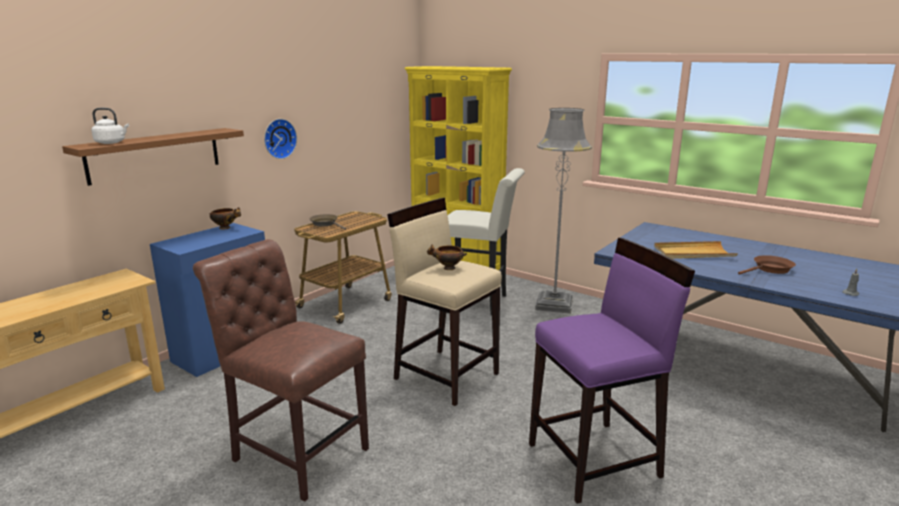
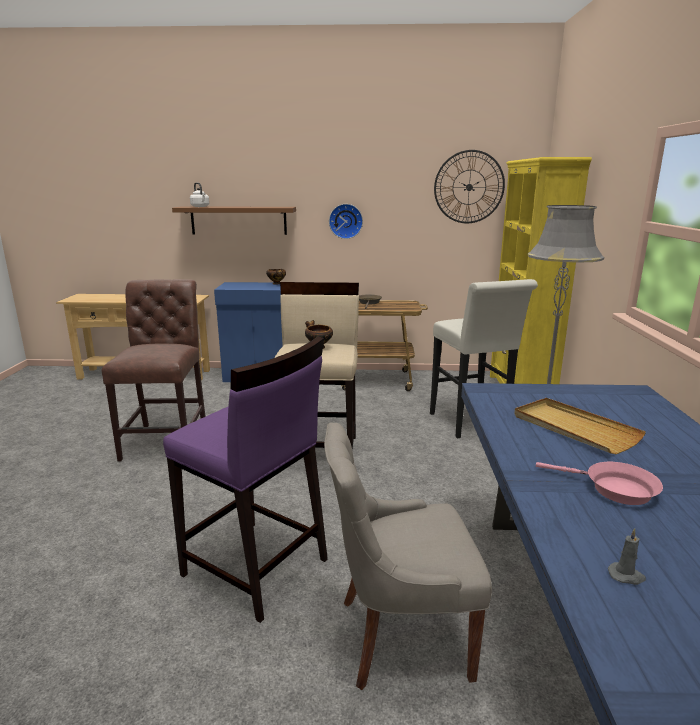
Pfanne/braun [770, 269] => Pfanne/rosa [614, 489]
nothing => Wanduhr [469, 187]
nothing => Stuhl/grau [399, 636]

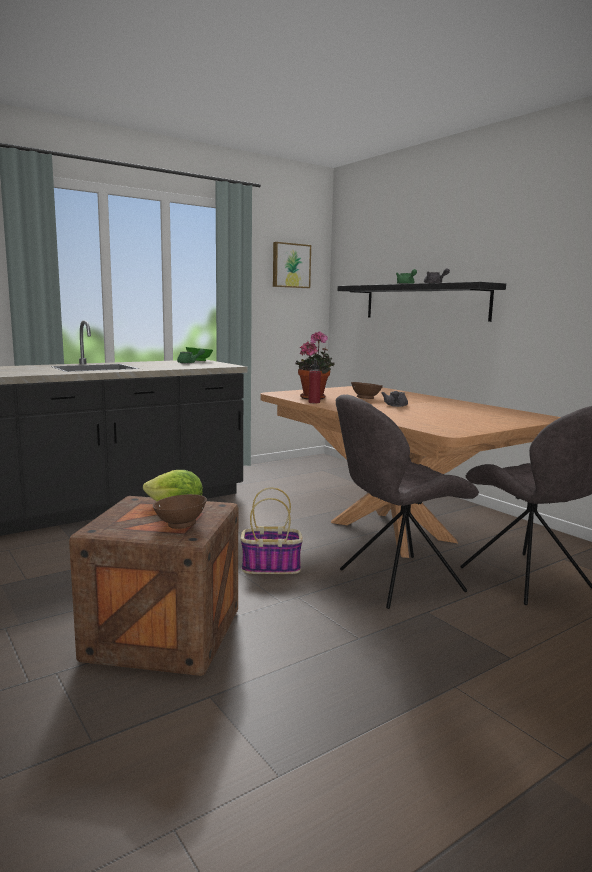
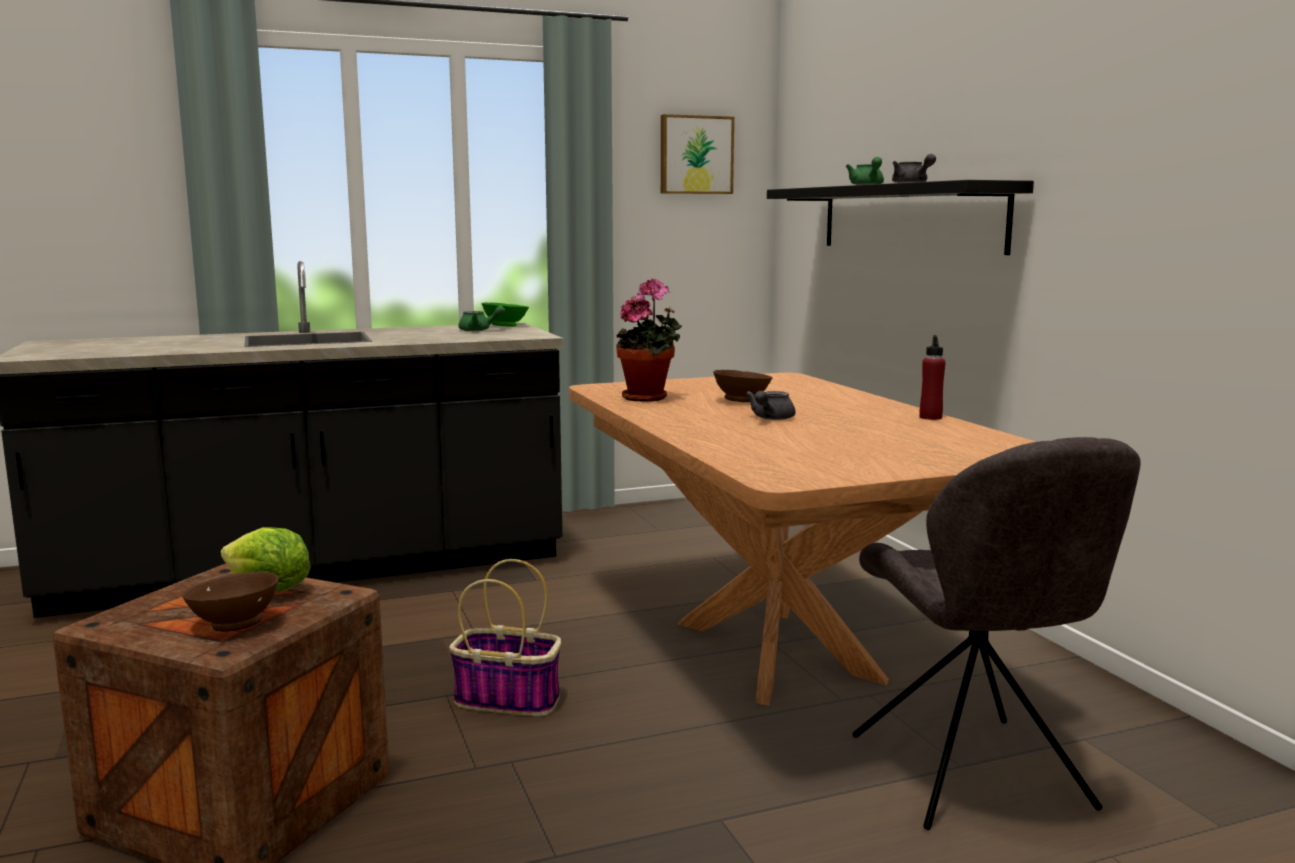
Flasche/rot [314, 402] => Flasche/rot [930, 417], move
Stuhl/grau [396, 581] => nothing

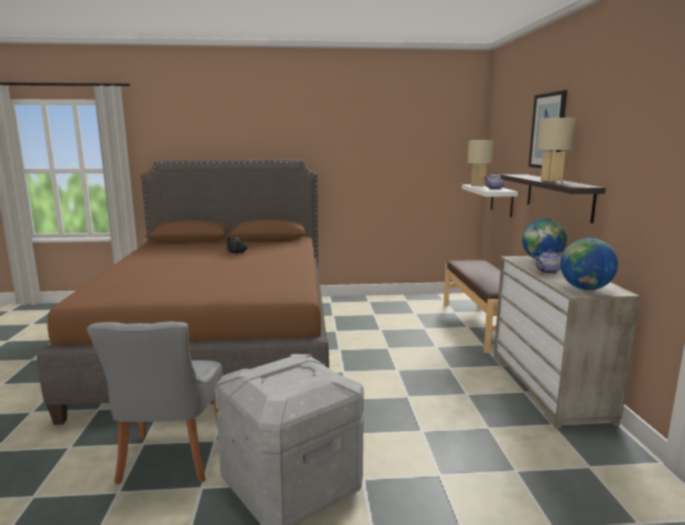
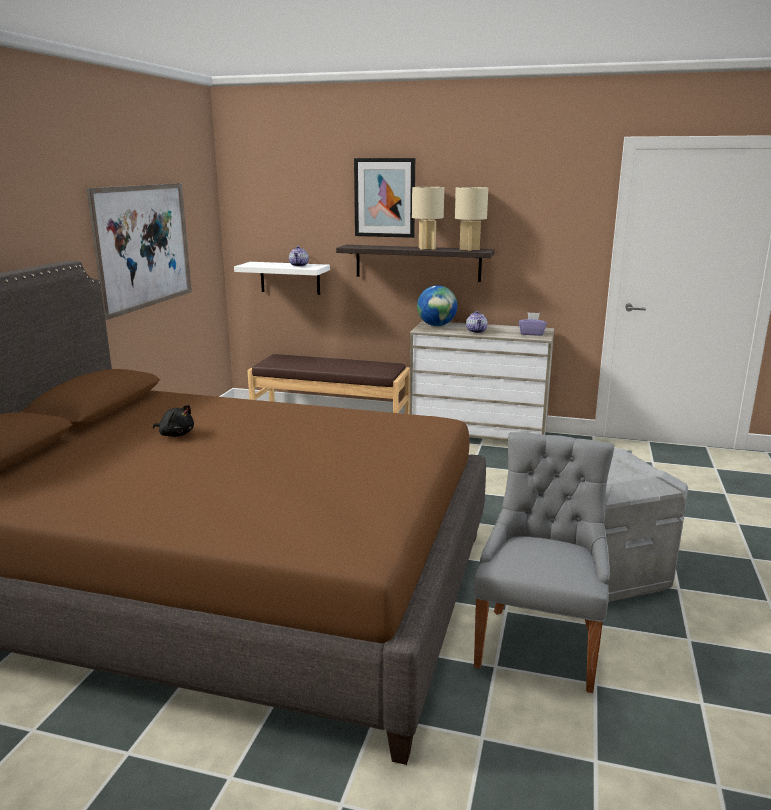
Tischlampe/beige [477, 185] => Tischlampe/beige [469, 249], move
Globus [585, 289] => Taschentuchbox/lila [532, 333]
Stuhl/grau [170, 460] => Stuhl/grau [539, 644], 90 degrees counterclockwise
nothing => Bild [144, 246]

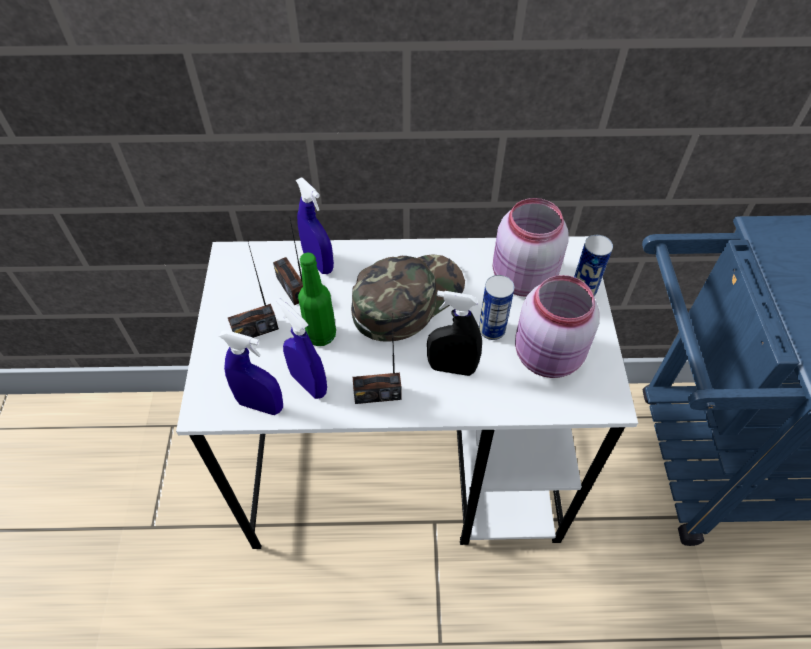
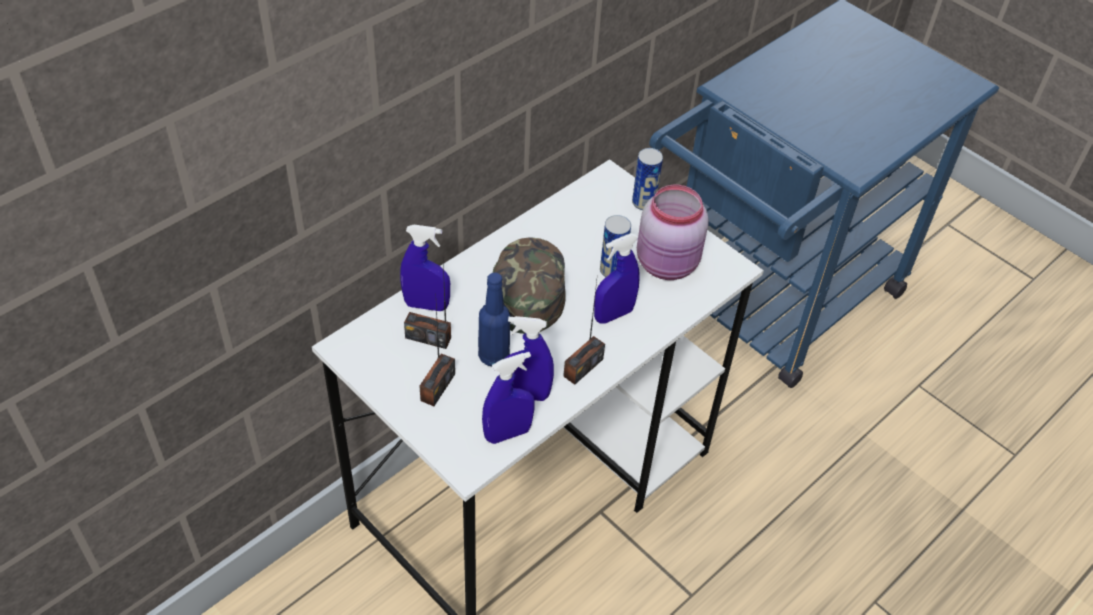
Vorratsglas/rosa [521, 279] => nothing
Flasche/grün [321, 335] => Flasche/blau [493, 356]
Sprühflasche/schwarz [451, 368] => Sprühflasche/blau [613, 315]

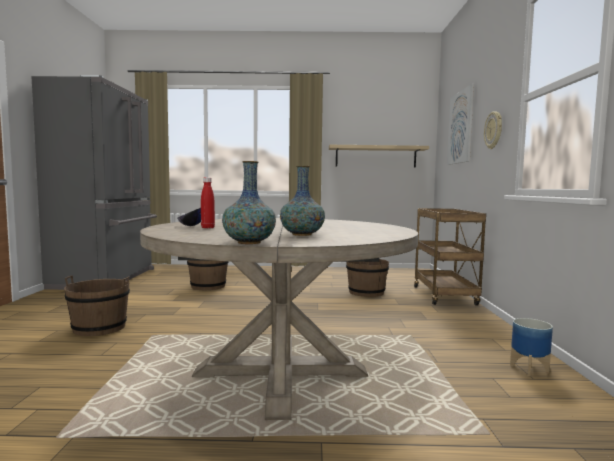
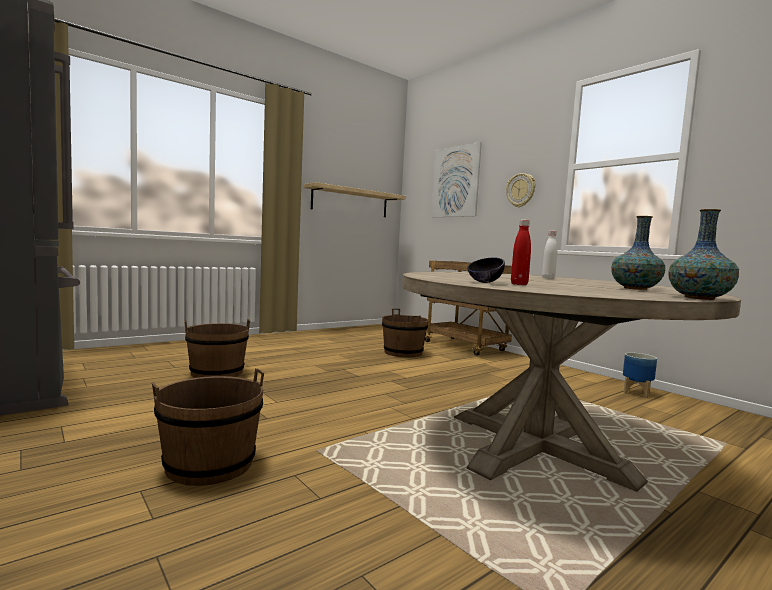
nothing => Flasche/weiß [548, 278]

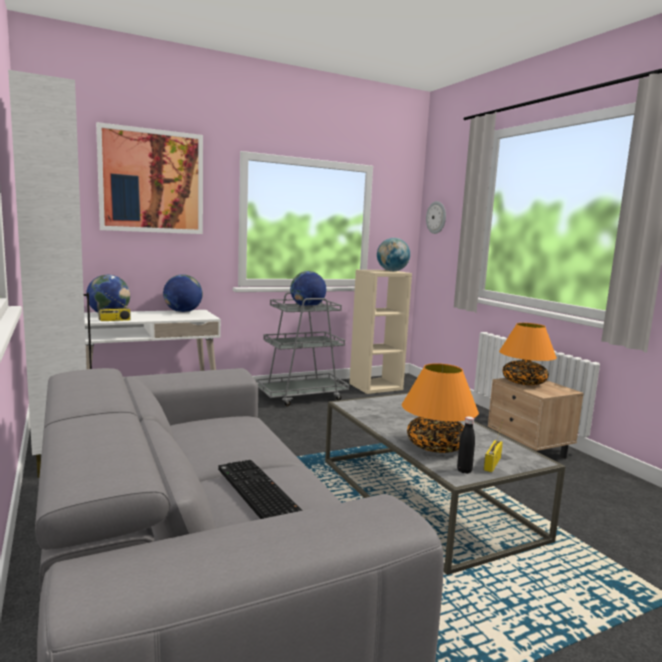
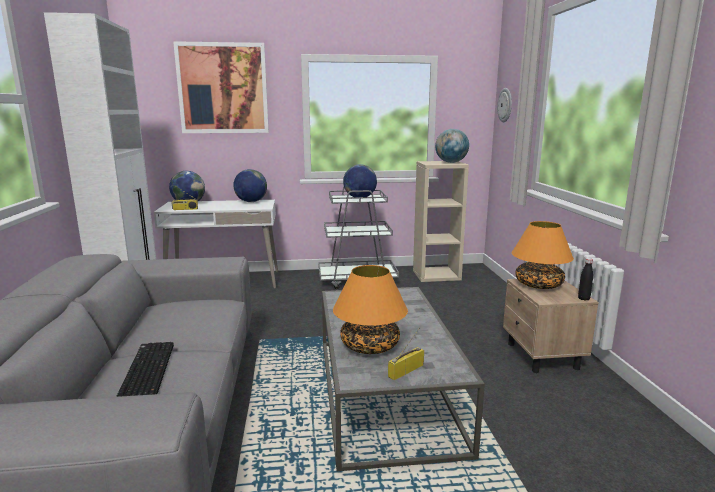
Flasche/schwarz [464, 471] => Flasche/schwarz [583, 298], move

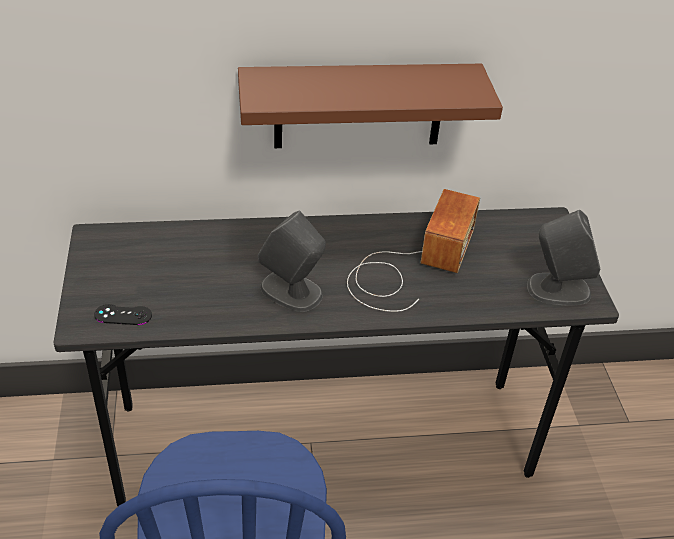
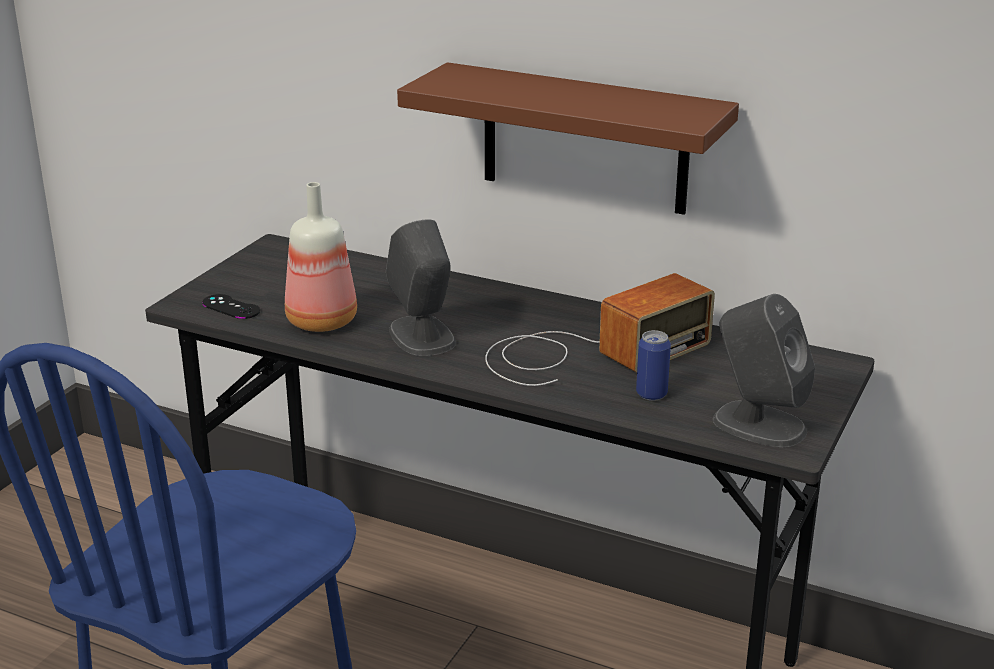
nothing => Flasche [319, 321]
nothing => Dose [651, 394]

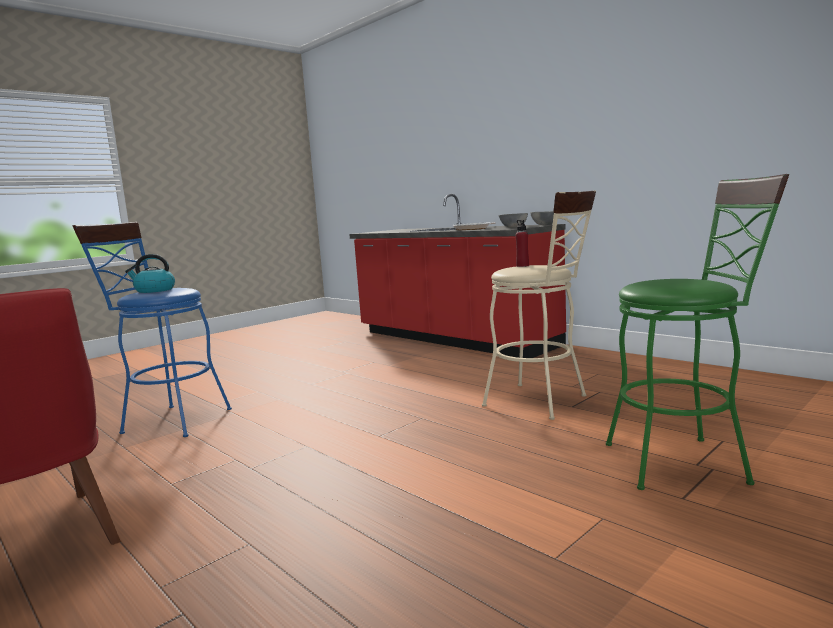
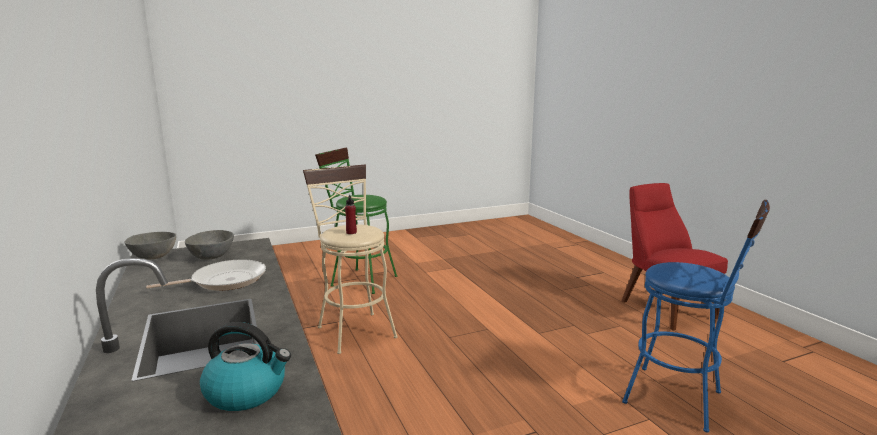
Wasserkessel [154, 290] => Wasserkessel [247, 392], move

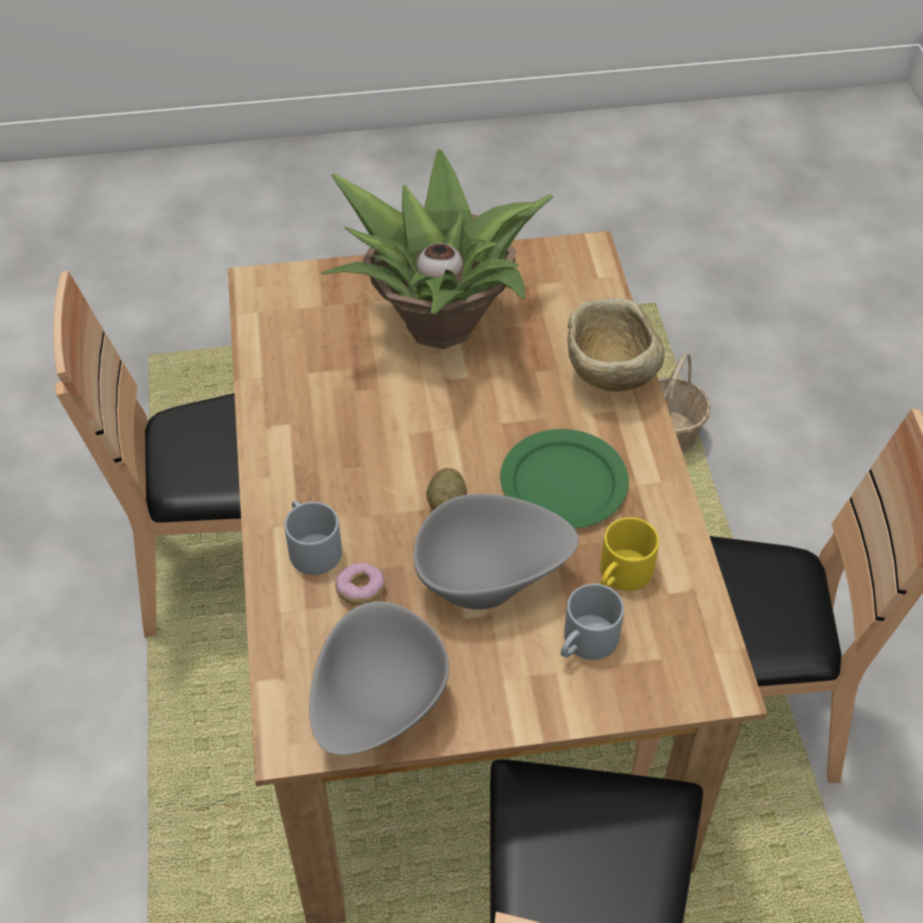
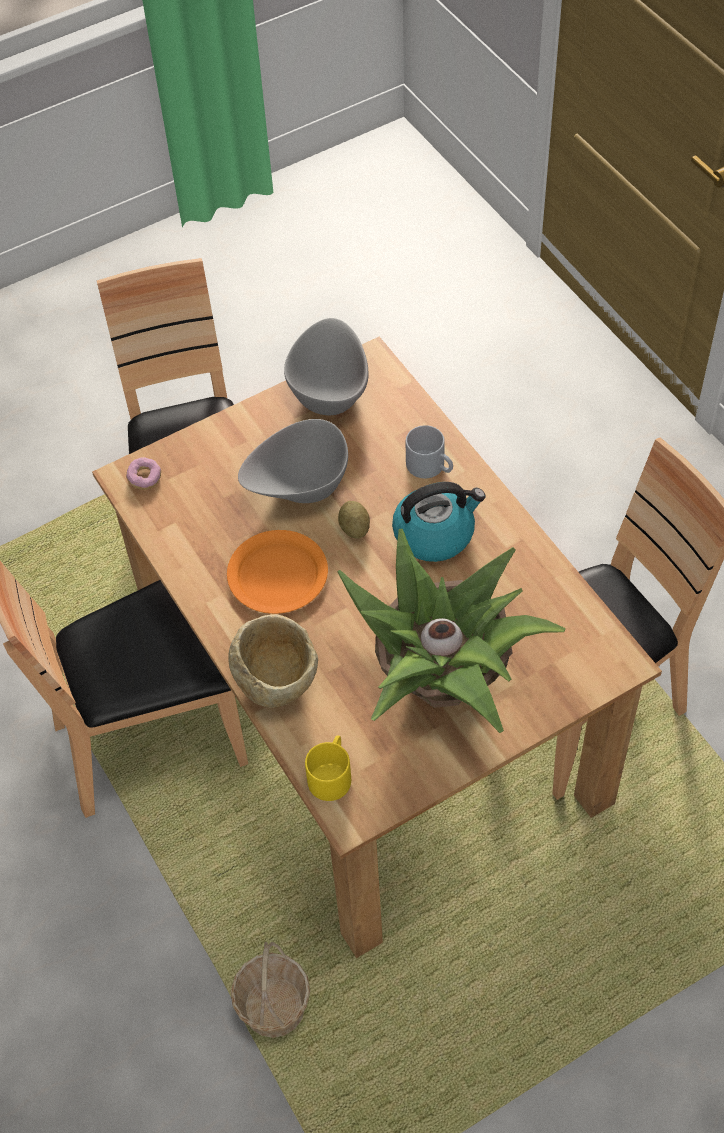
Teller/grün [564, 484] => Teller/orange [277, 574]
Henkelbecher/gelb [622, 576] => Henkelbecher/gelb [330, 774], move
Donut [360, 590] => Donut [145, 479], move
Henkelbecher/grau [586, 643] => nothing
nothing => Wasserkessel [435, 534]

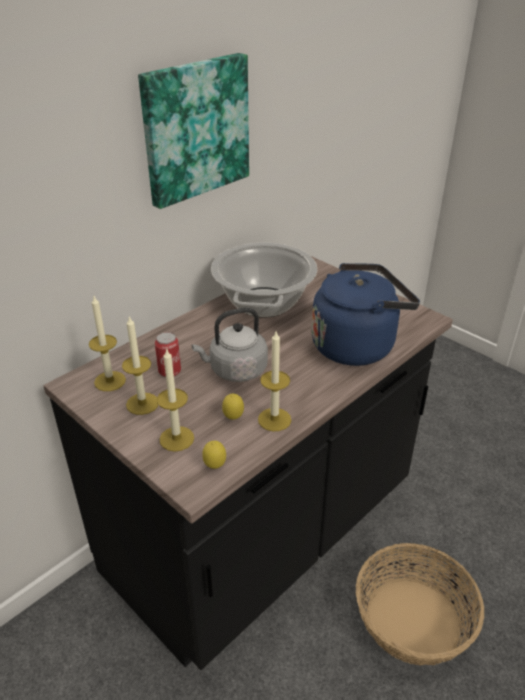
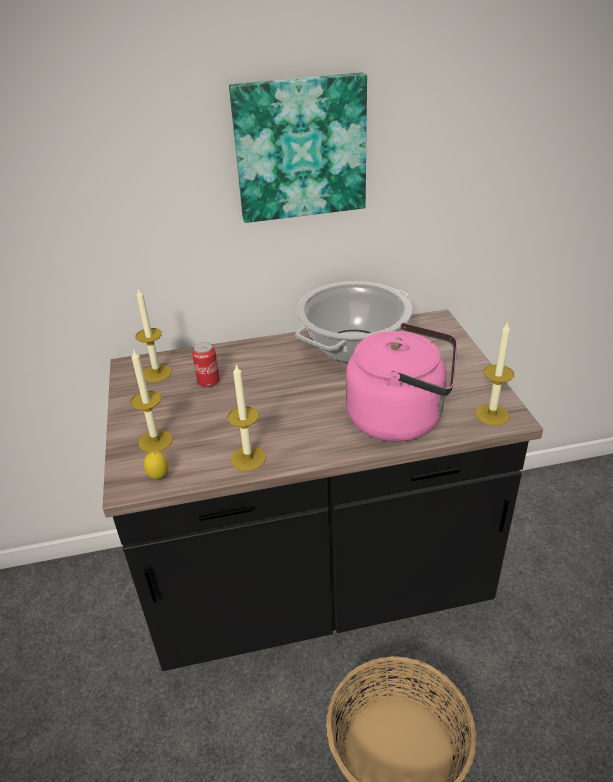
Wasserkessel/blau [357, 345] => Wasserkessel/rosa [401, 418]
Wasserkessel/grau [235, 371] => nothing
Kerze [142, 403] => Kerze [492, 414], move
Zitrone [233, 418] => nothing

